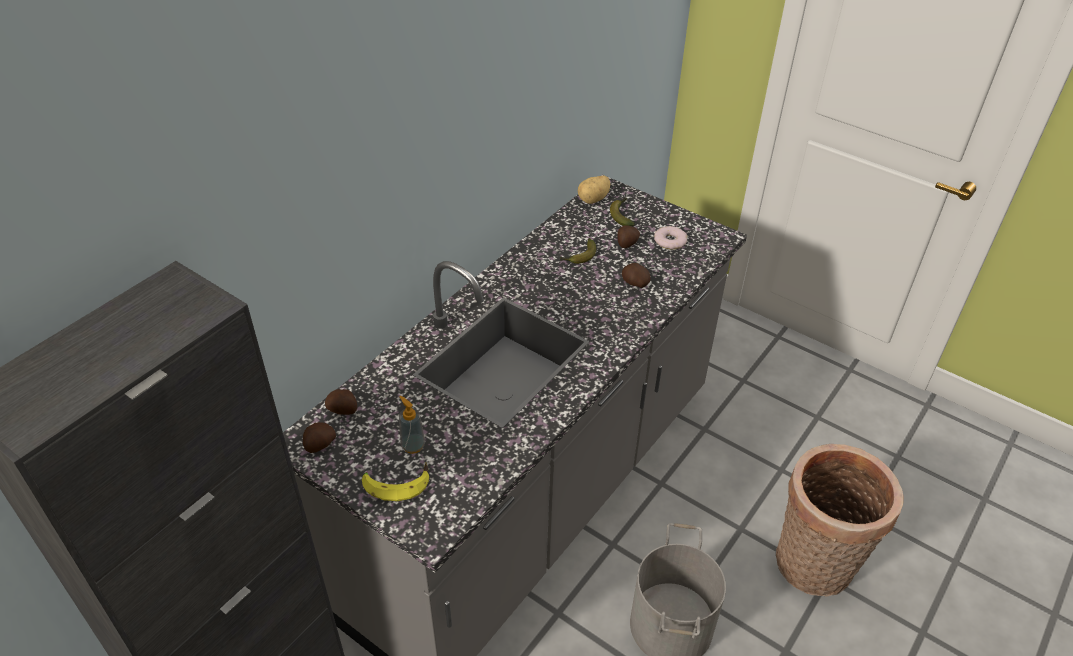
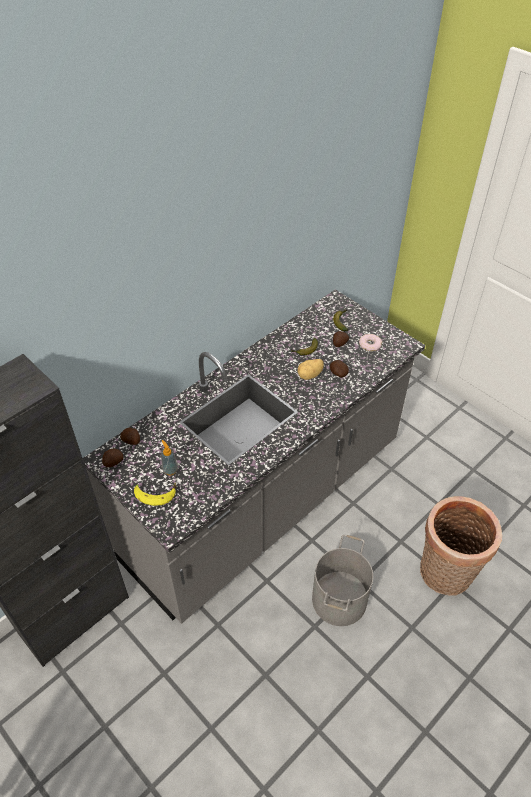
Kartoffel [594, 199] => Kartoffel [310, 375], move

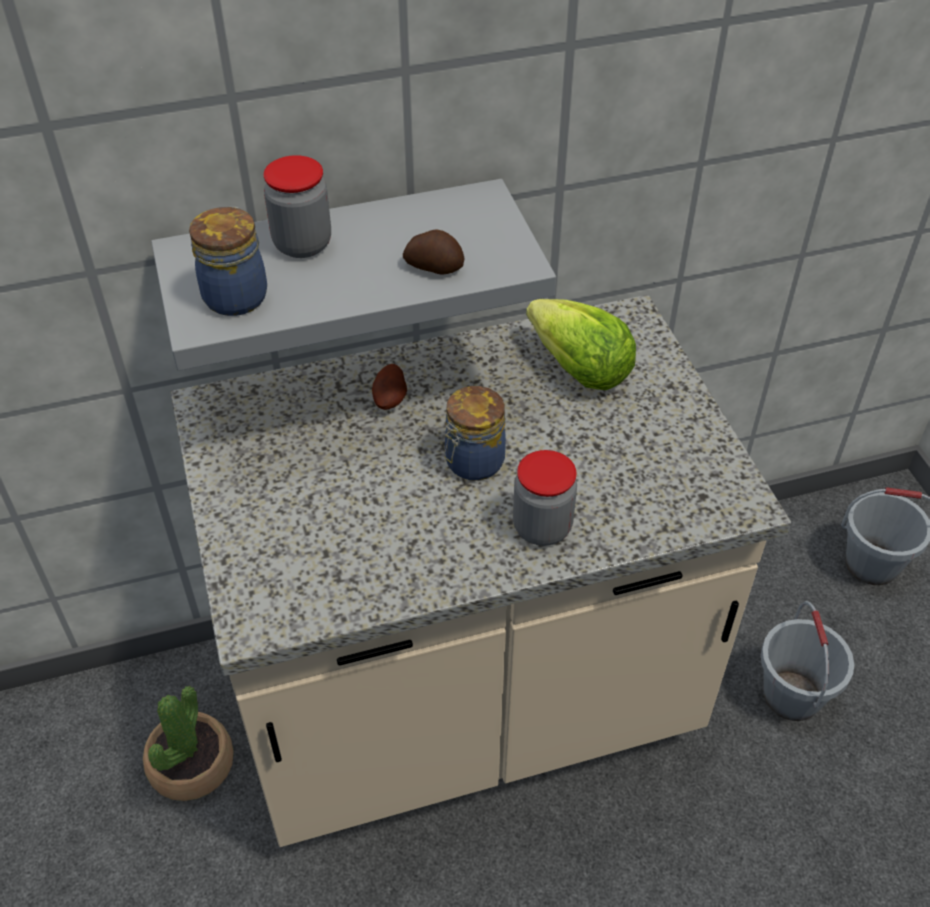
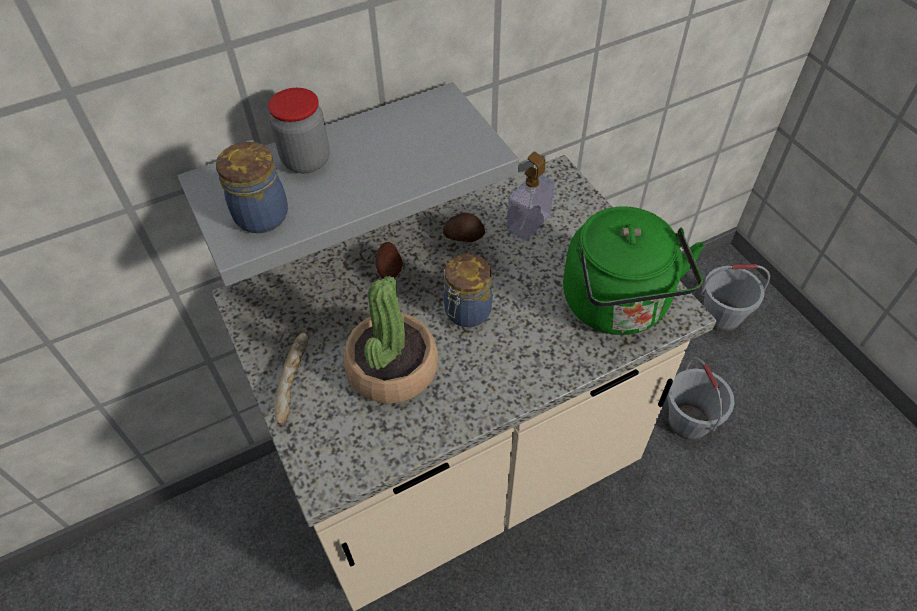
Kartoffel [434, 266] => Kartoffel [463, 235], move
Salatkopf [579, 369] => Seifenspender [528, 223]
Vorratsglas [542, 527] => nothing
Topfpflanze [191, 764] => Topfpflanze [392, 368], move
nothing => Wasserkessel/grün [618, 306]
nothing => Brot [295, 382]

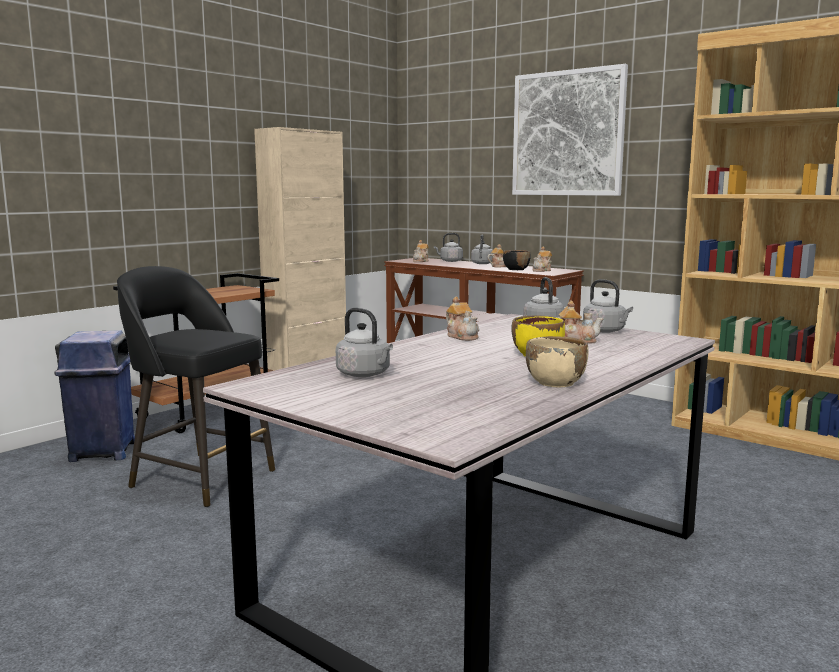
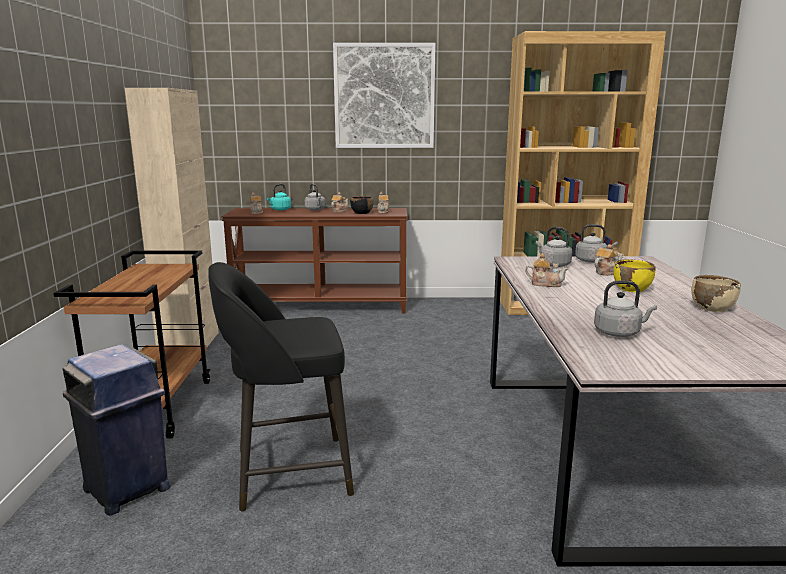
Wasserkessel/grau [450, 261] => Wasserkessel/türkis [280, 209]

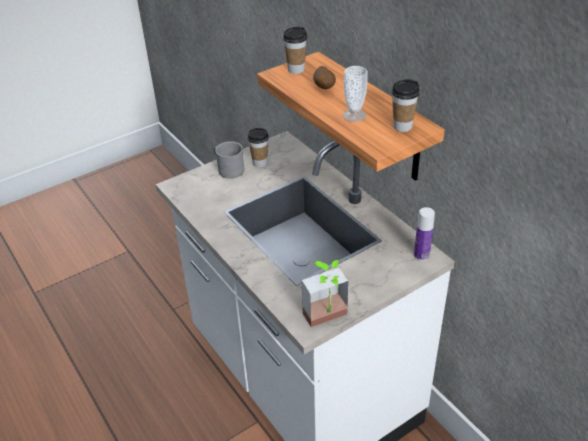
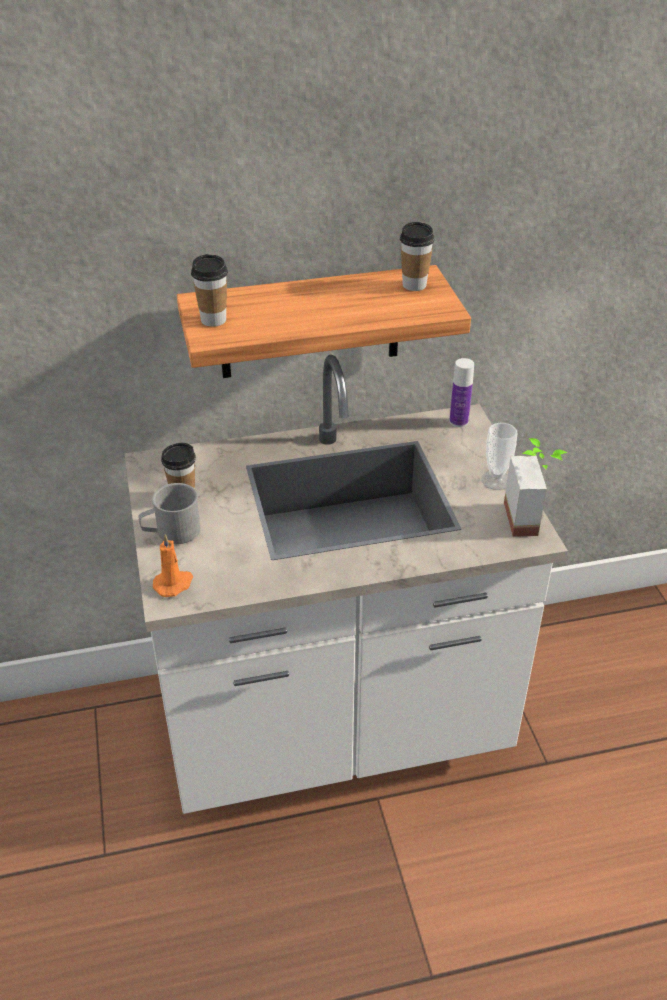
Kartoffel [324, 88] => nothing
Tasse [354, 115] => Tasse [496, 480], move
nothing => Kerze/orange [174, 584]

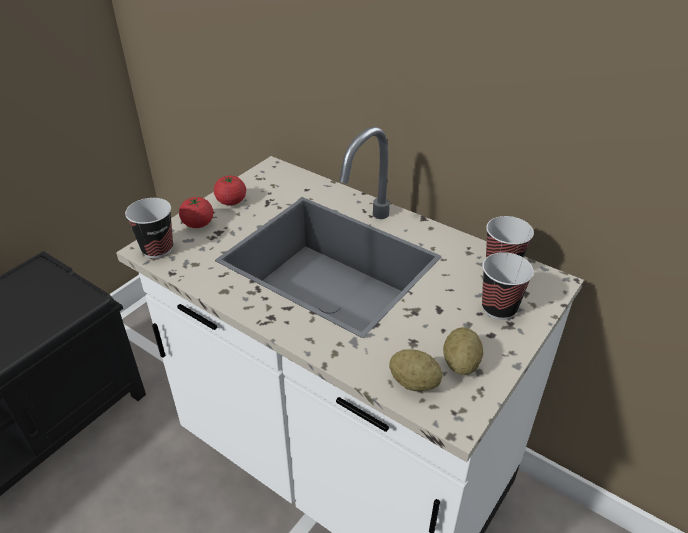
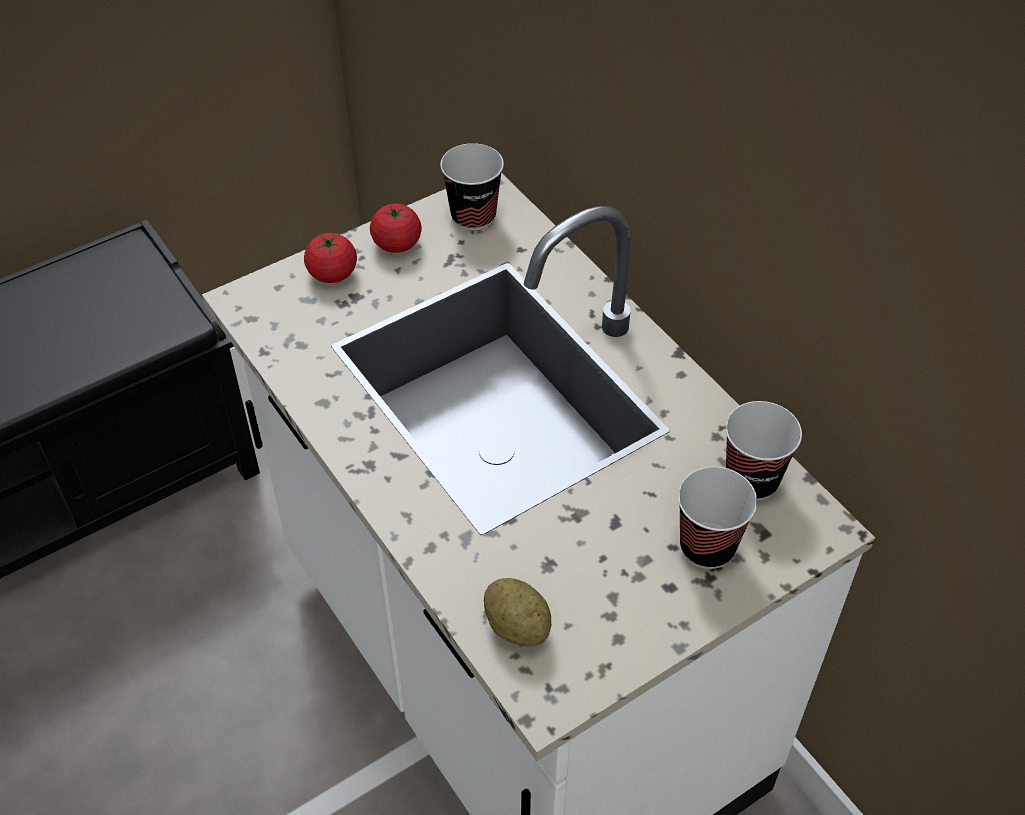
Tasse [157, 249] => Tasse [473, 216], move
Kartoffel [461, 363] => nothing

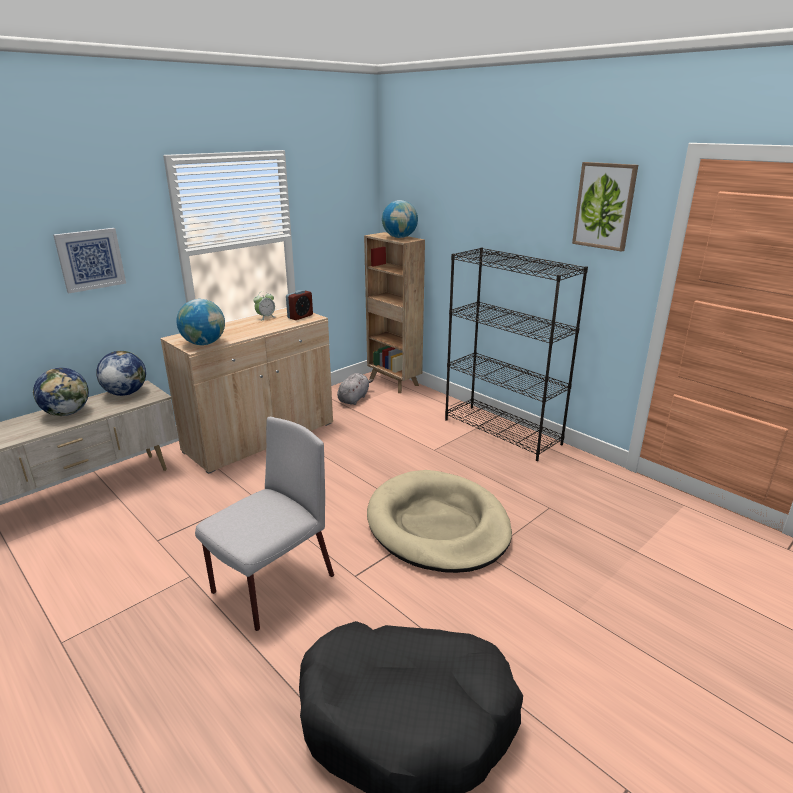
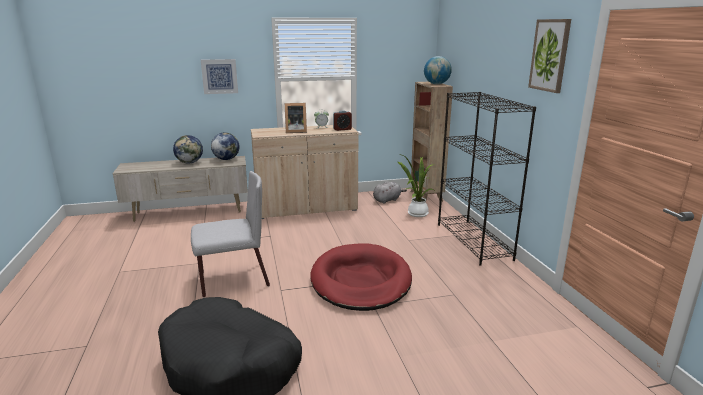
Globus [204, 343] => nothing
Hundebett/beige [438, 525] => Hundebett/rot [361, 281]
nothing => Bilderrahmen [295, 131]
nothing => Topfpflanze [416, 214]

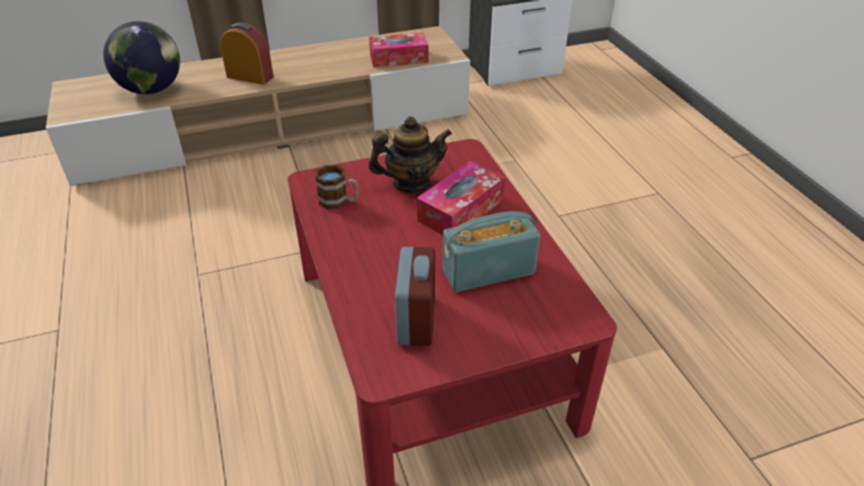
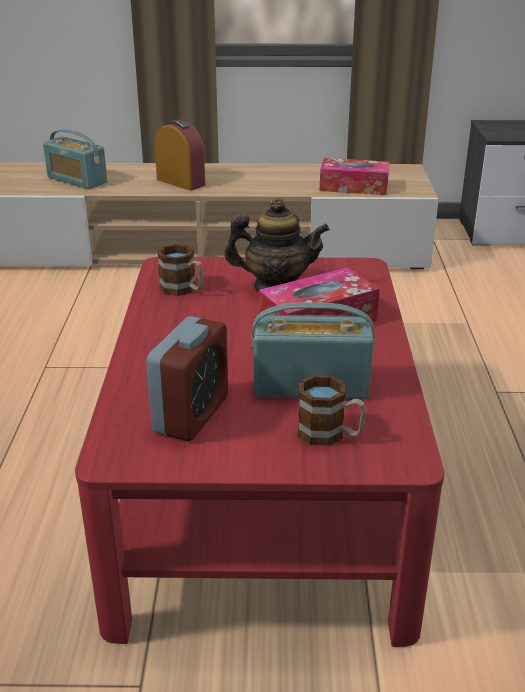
Globus [152, 90] => Radio [77, 180]
nothing => Henkelbecher [330, 434]

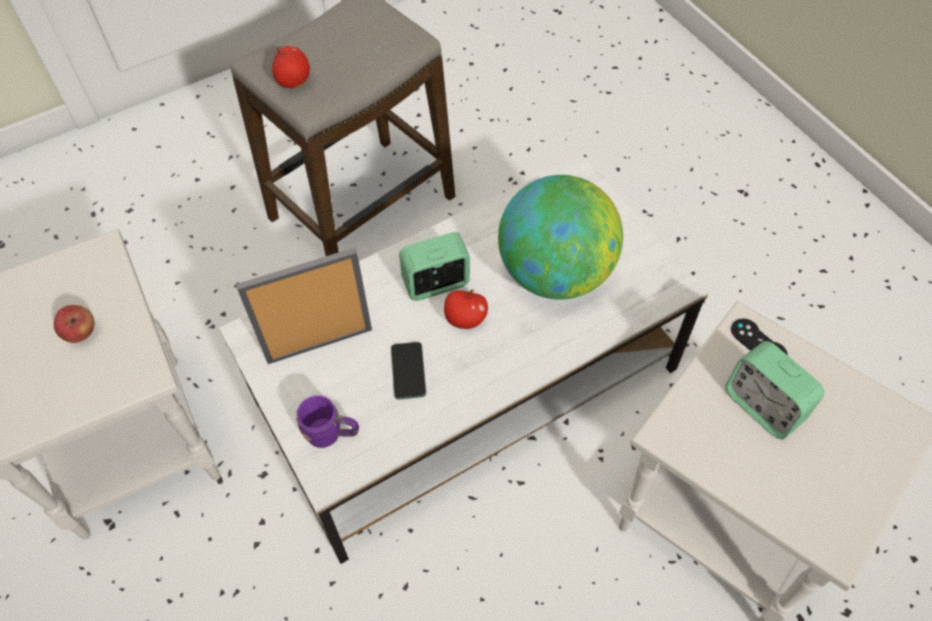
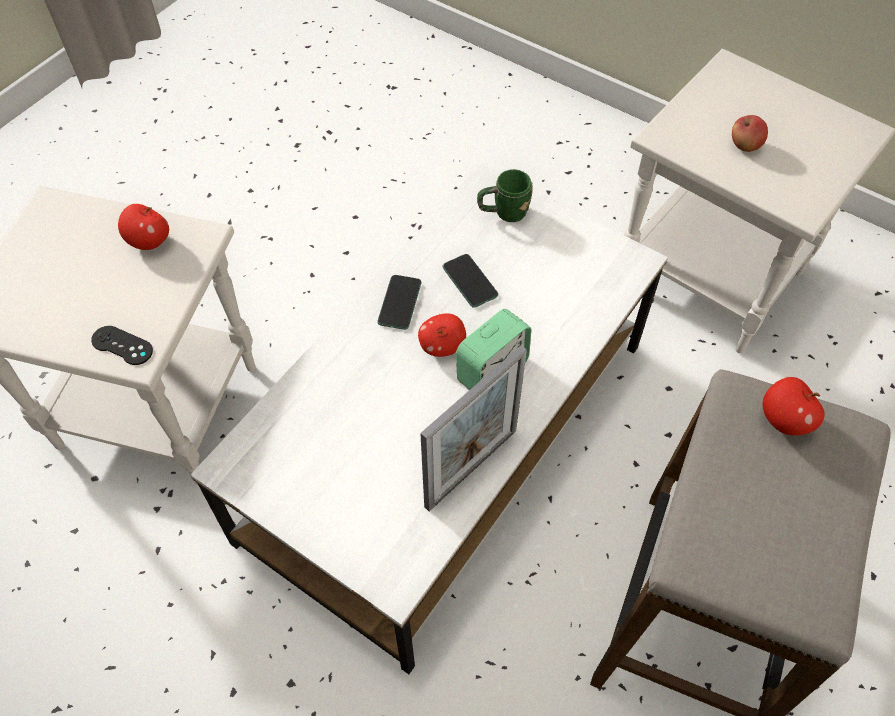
Globus [555, 273] => nothing
Bilderrahmen [319, 344] => Bilderrahmen [471, 468], move
Wecker [763, 406] => nothing
Henkelbecher/lila [331, 434] => Henkelbecher/grün [503, 213]
nothing => Apfel [149, 241]
nothing => Handy [399, 303]

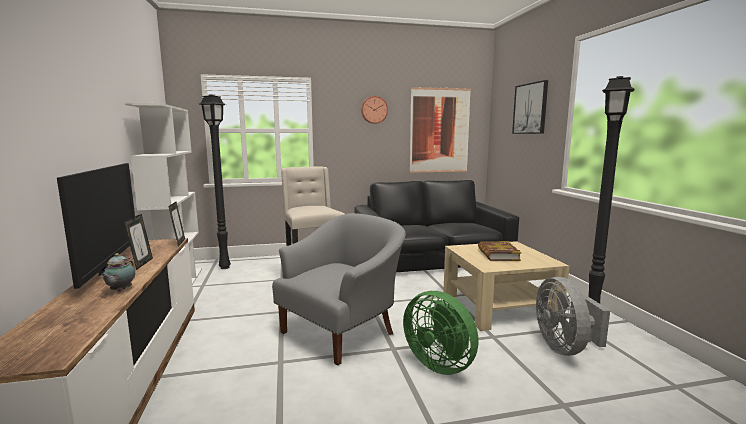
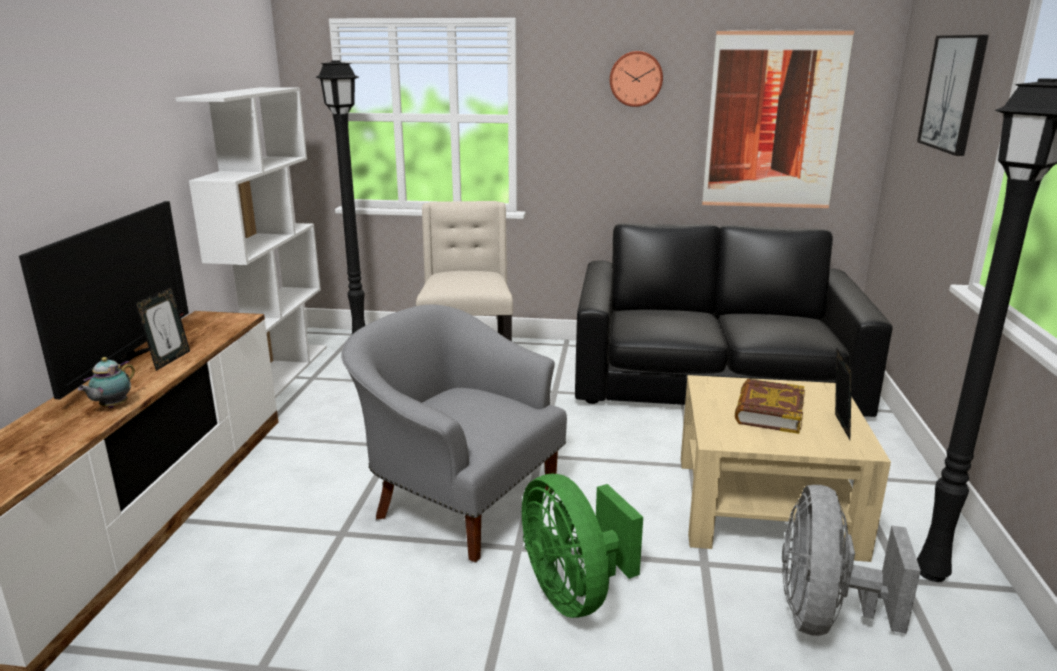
Bilderrahmen [179, 243] => Bilderrahmen [837, 427], move
Sessel/grau [342, 332] => Sessel/grau [460, 501], 120 degrees counterclockwise

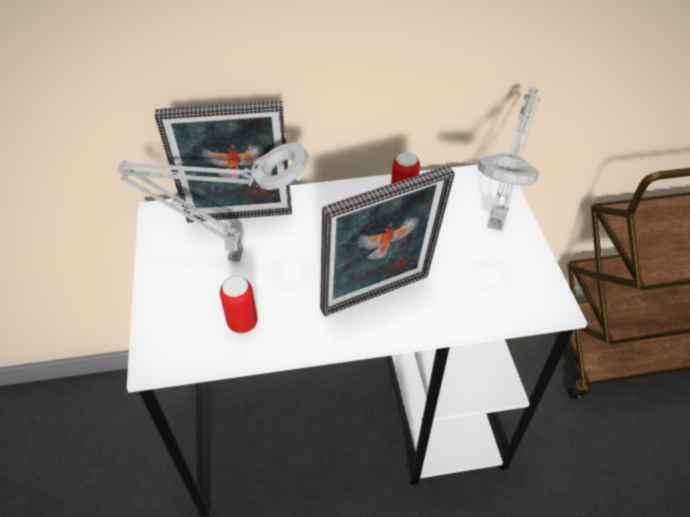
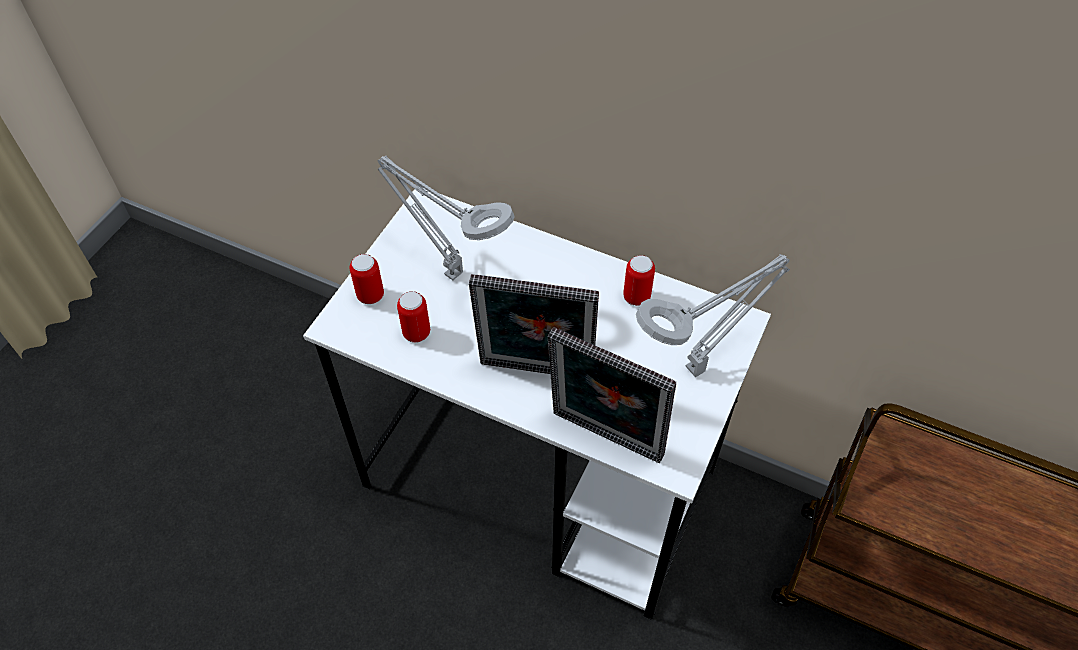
Bilderrahmen [239, 220] => Bilderrahmen [604, 440], move
nothing => Dose [370, 296]

